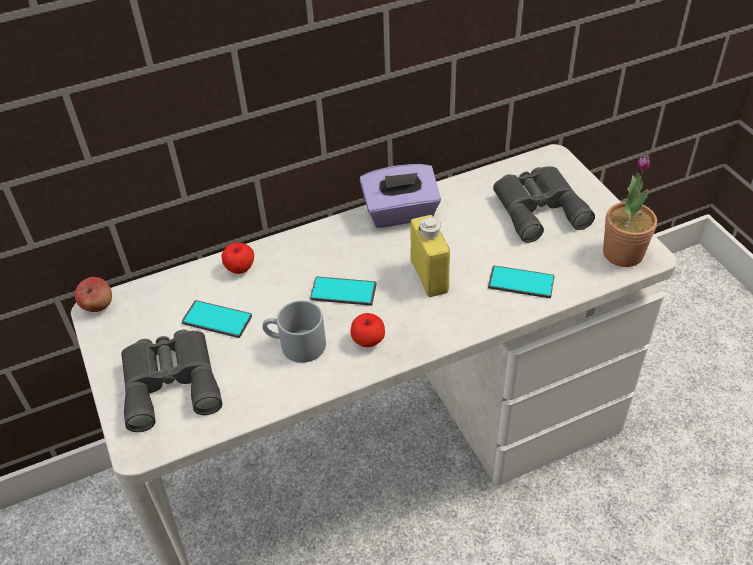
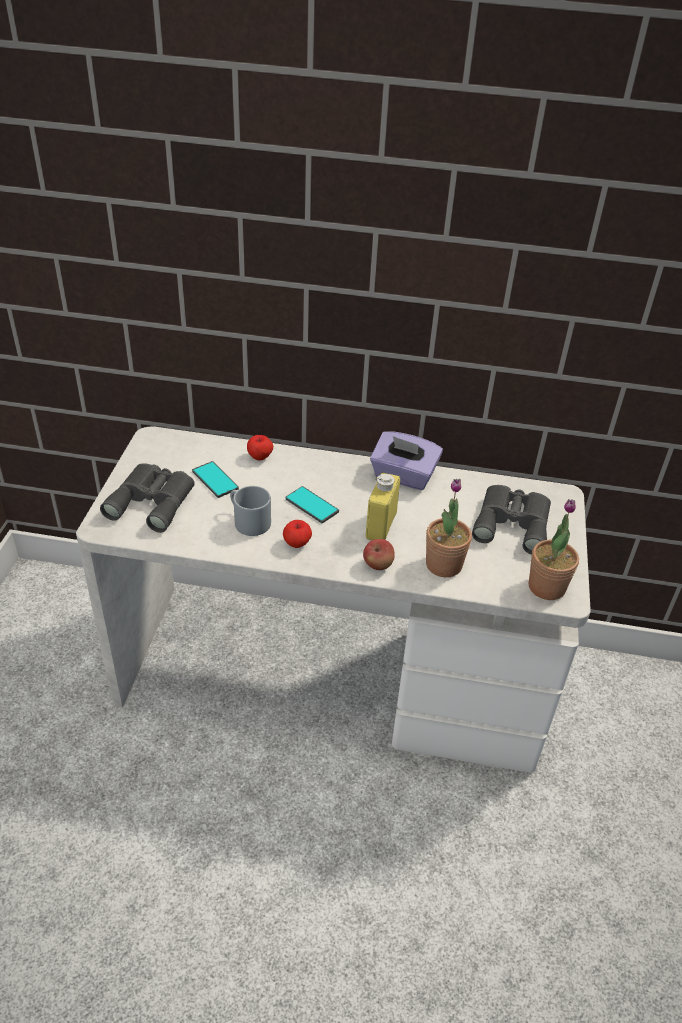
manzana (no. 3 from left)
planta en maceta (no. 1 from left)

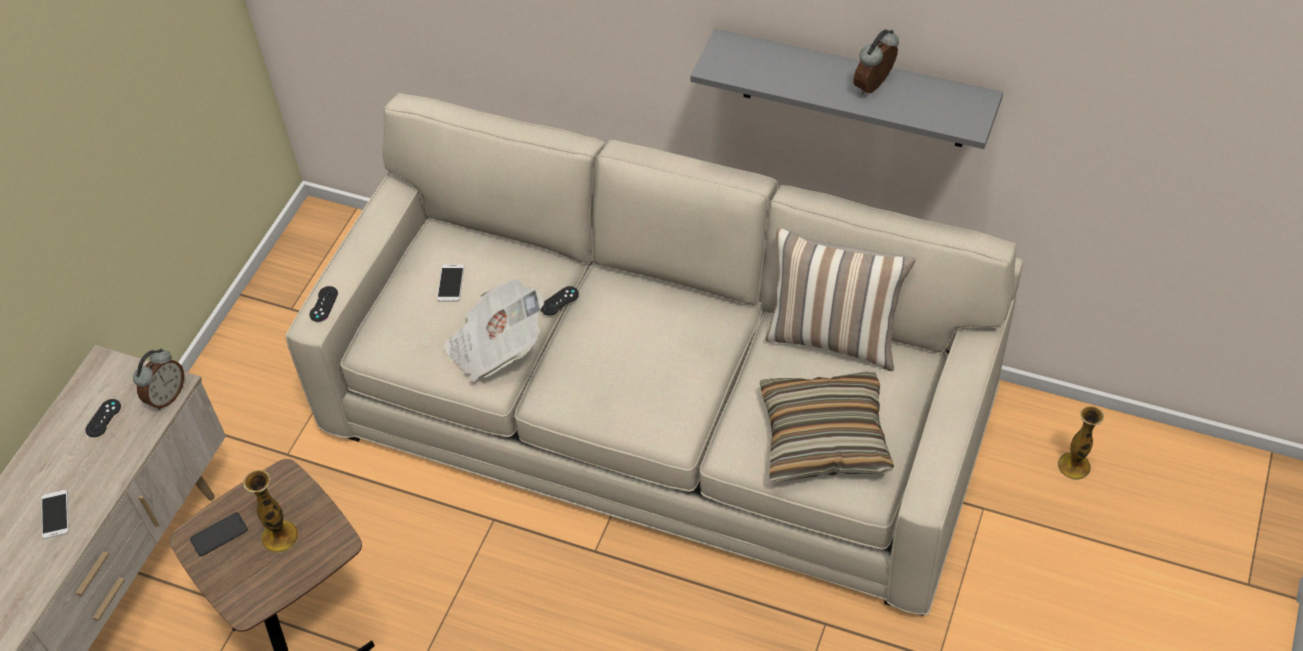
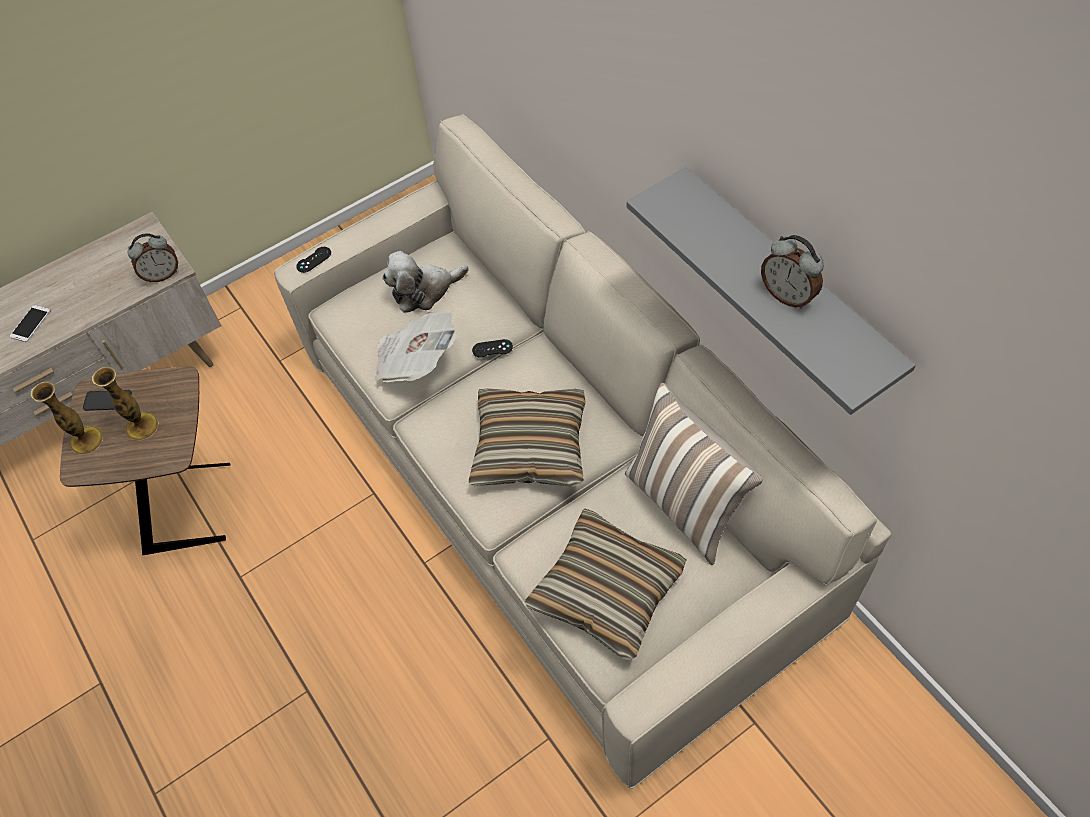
mando de consola [negro] (no. 1 from left in the first image)
cojín (no. 1 from left)
florero (no. 1 from left)
peluche
despertador (no. 2 from left)

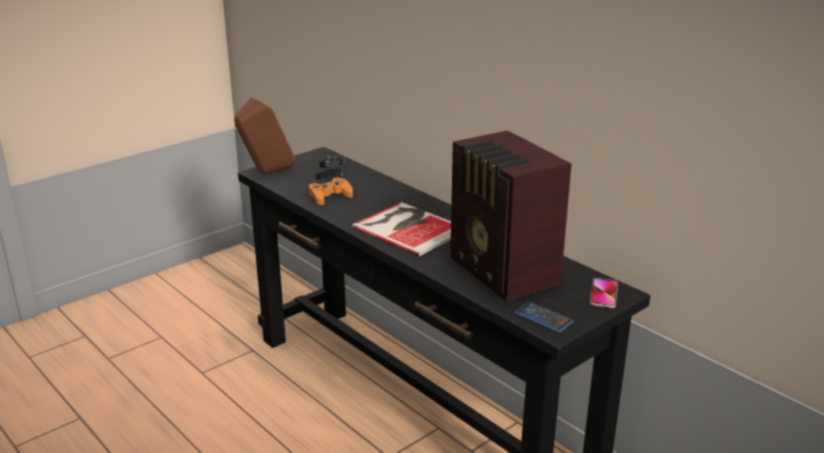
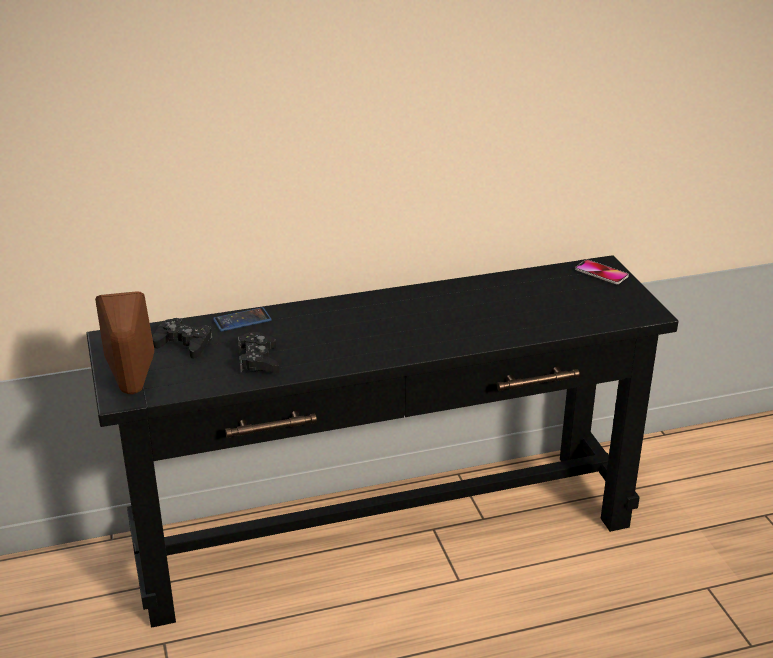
libro
radio
móvil (no. 1 from left)
mando de consola [negro] (no. 2 from left)

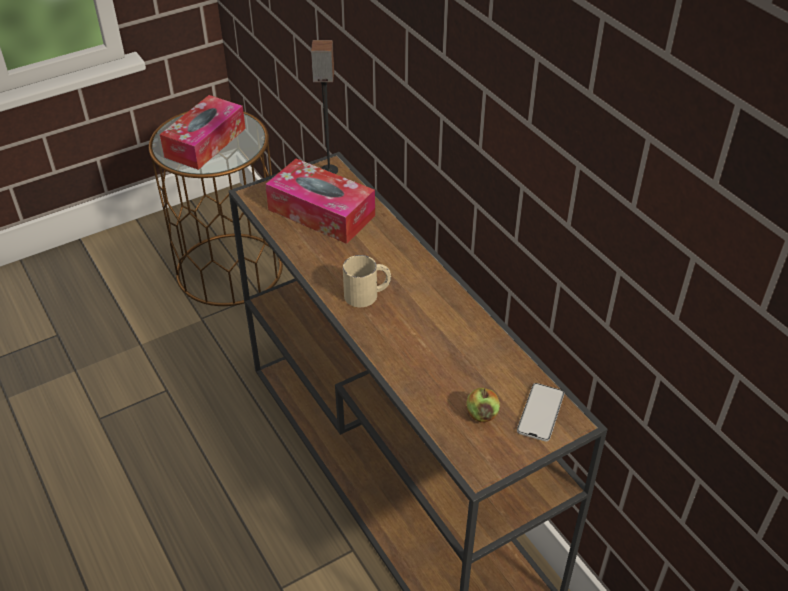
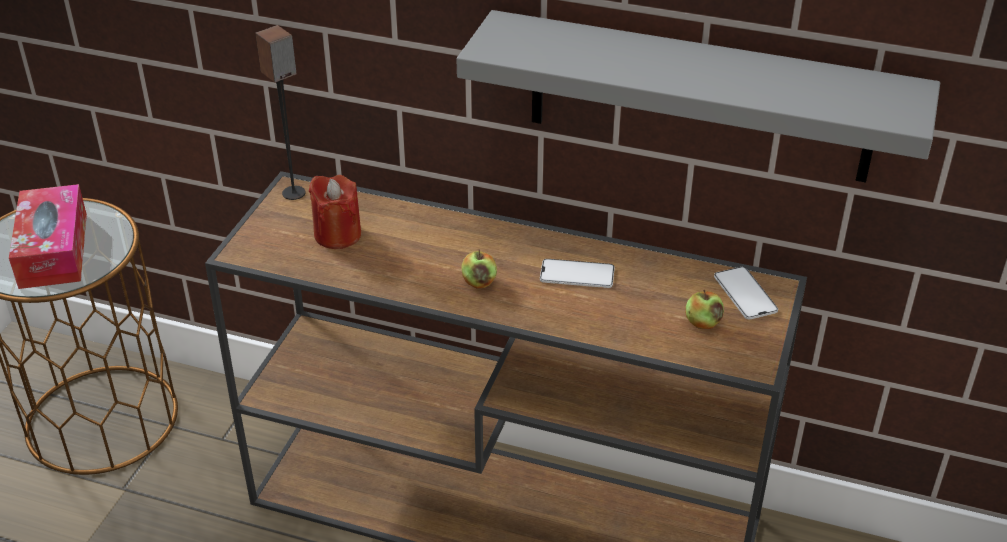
estante [gris]
móvil (no. 1 from left)
vela [rojo]
manzana (no. 1 from left)

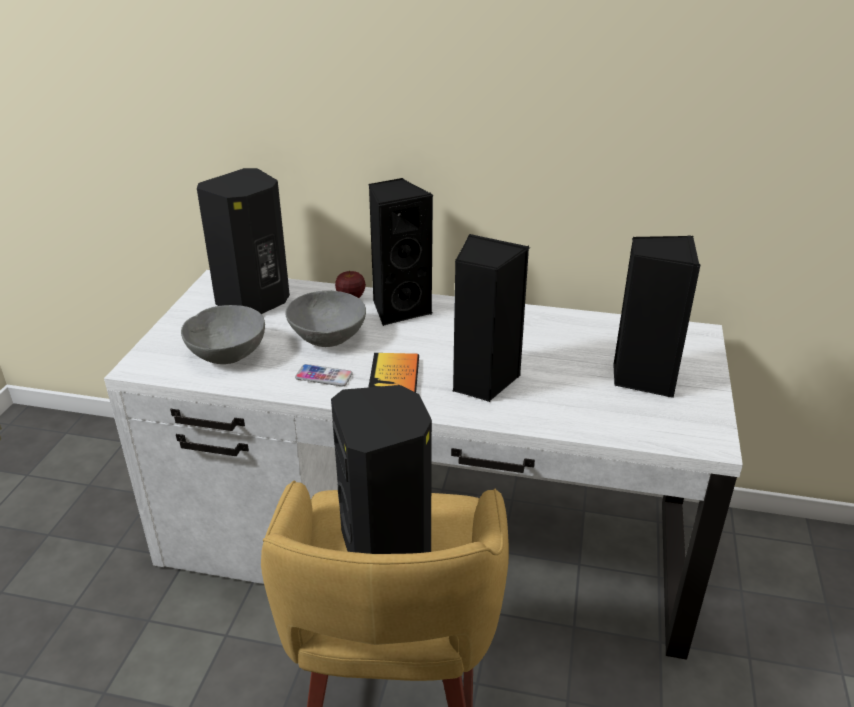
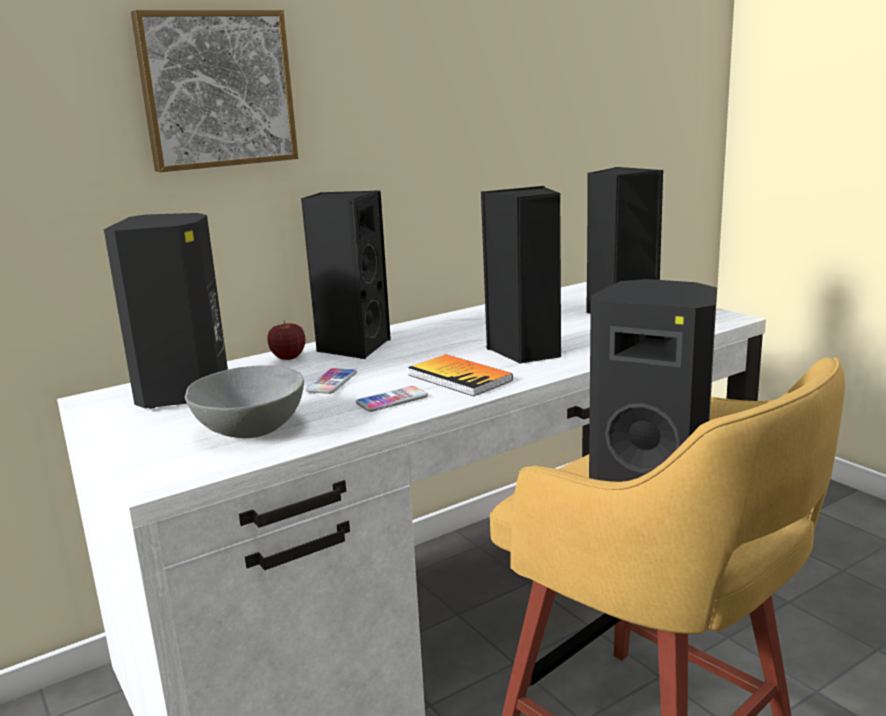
cuadro
móvil (no. 1 from left)

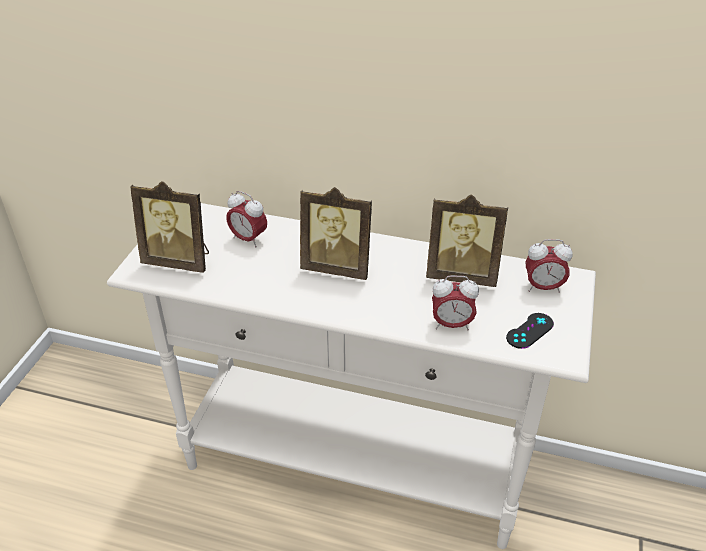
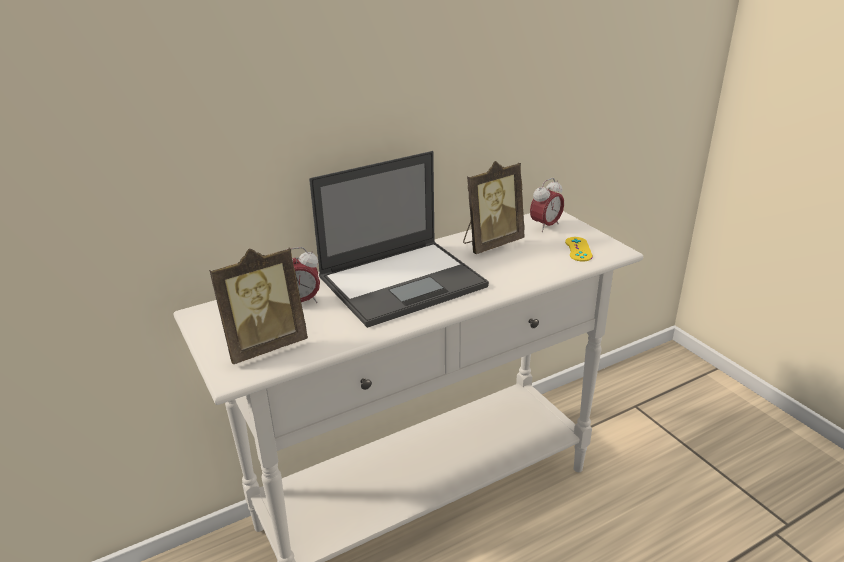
despertador (no. 2 from left in the first image)
portátil
mando de consola [amarillo]

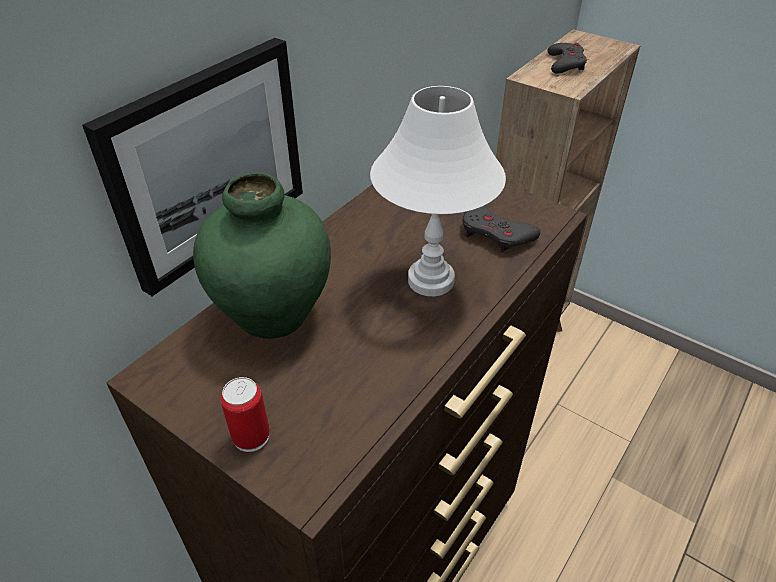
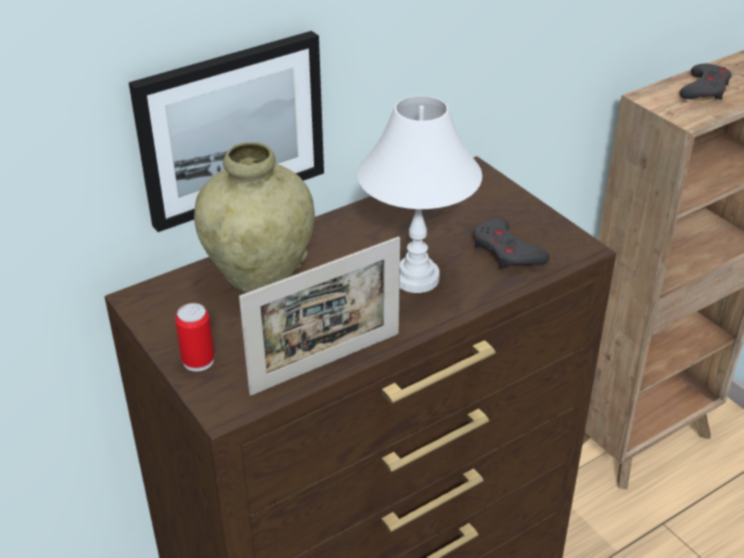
portarretratos
florero [beis]

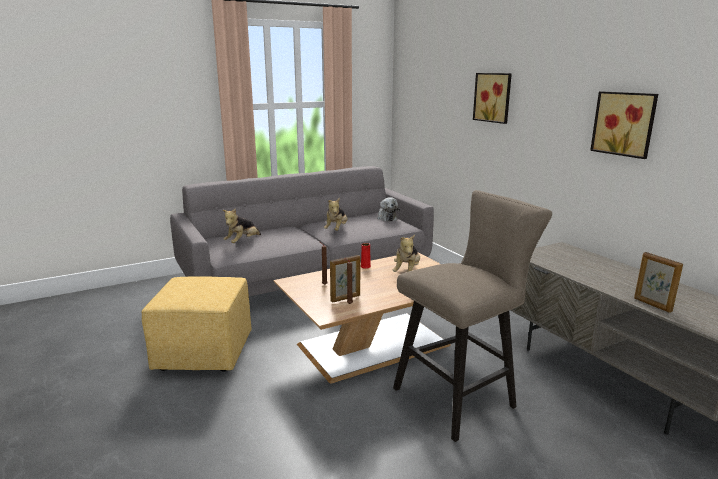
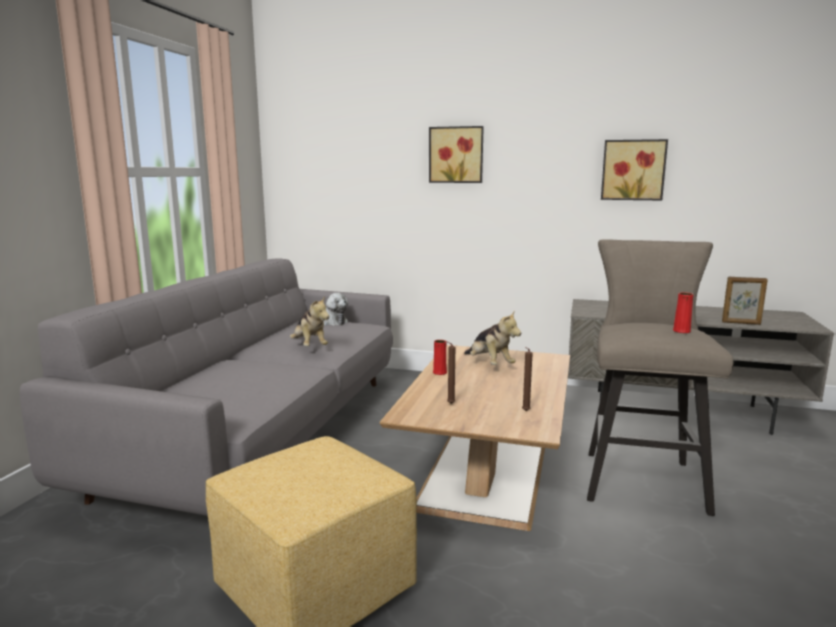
peluche (no. 1 from left in the first image)
portarretratos (no. 1 from left in the first image)
florero [rojo] (no. 2 from left)

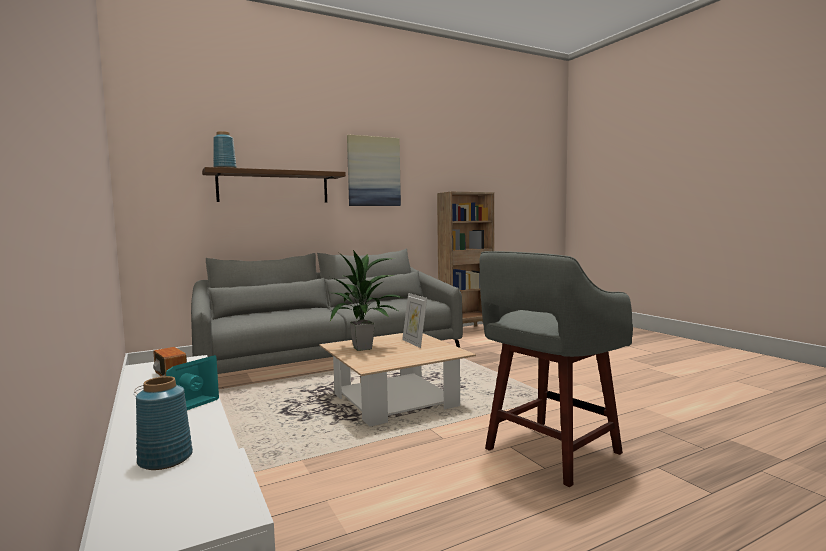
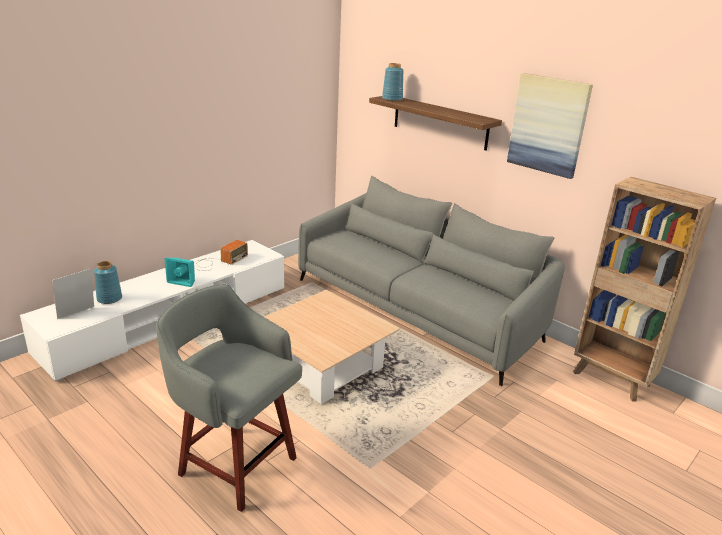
planta en maceta
portarretratos

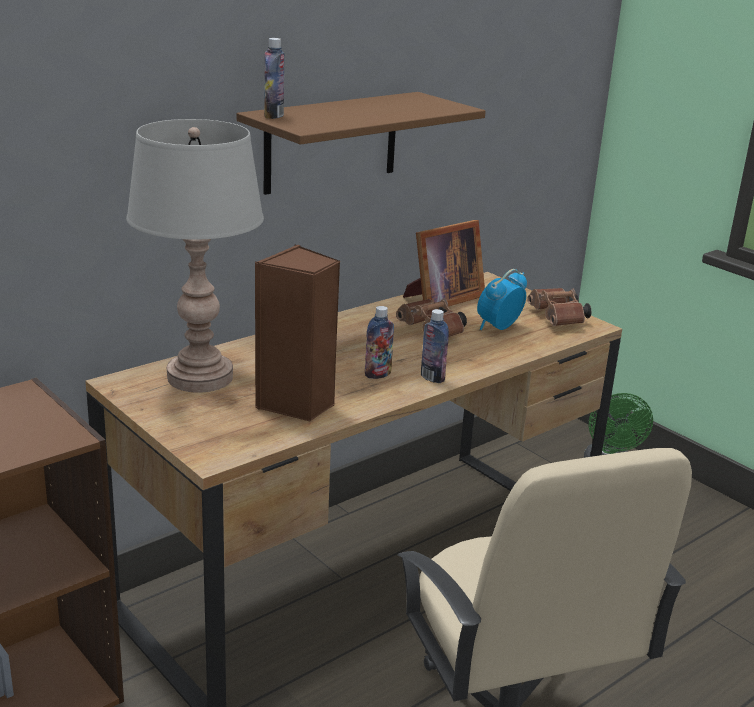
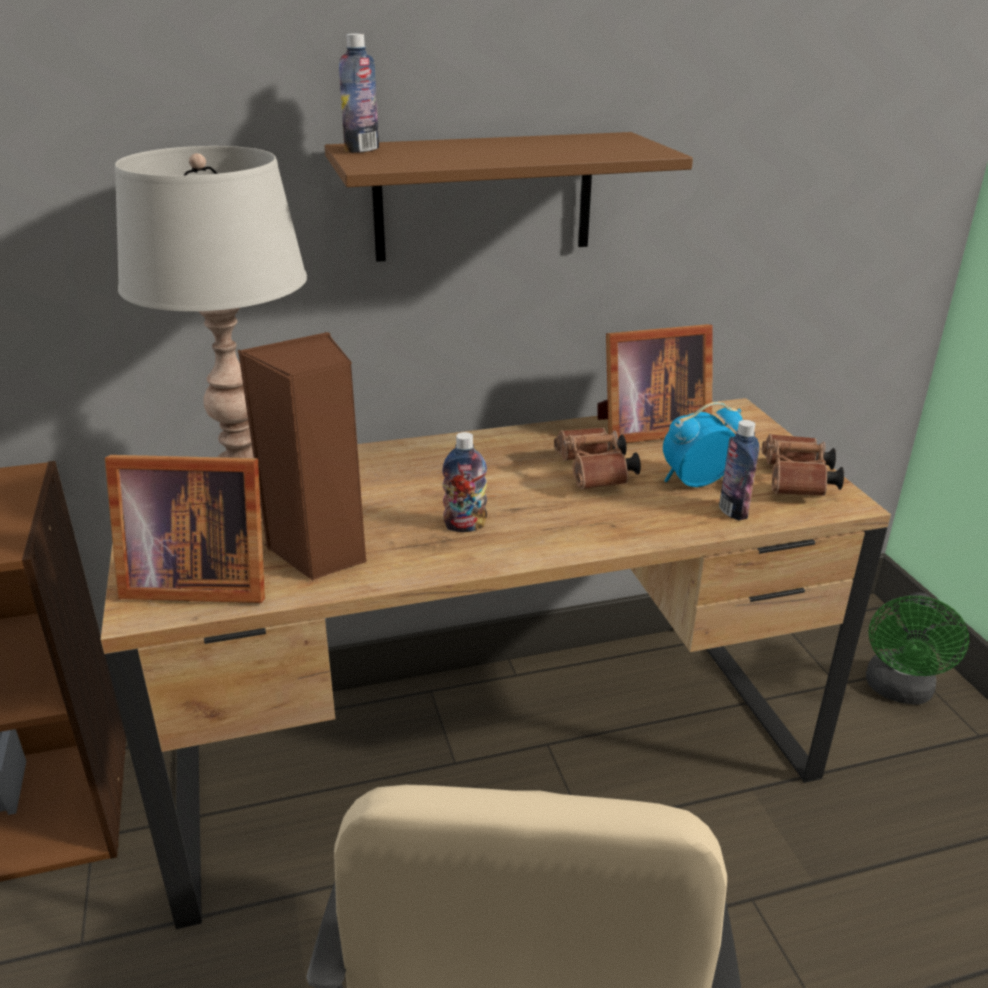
portarretratos (no. 1 from left)
botella (no. 3 from left)

